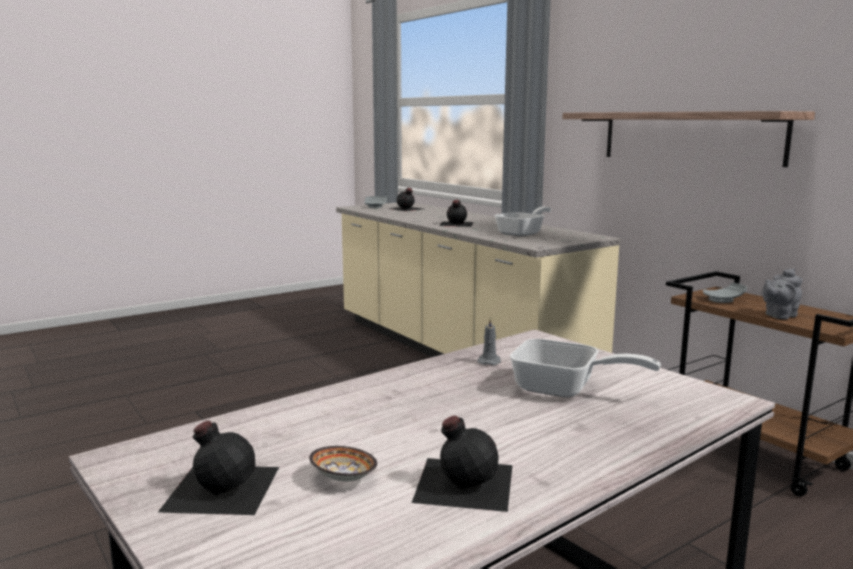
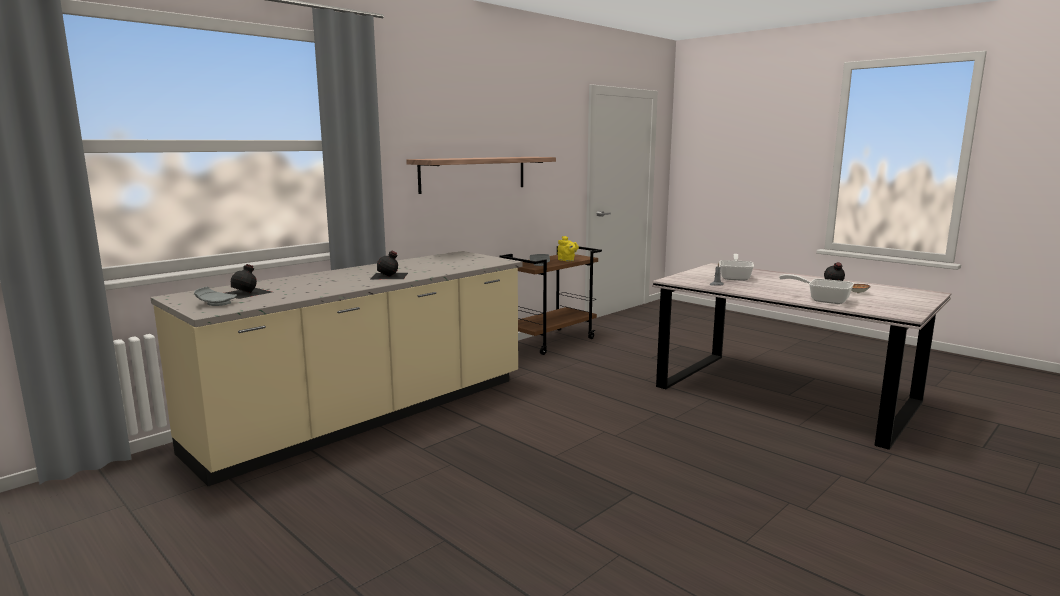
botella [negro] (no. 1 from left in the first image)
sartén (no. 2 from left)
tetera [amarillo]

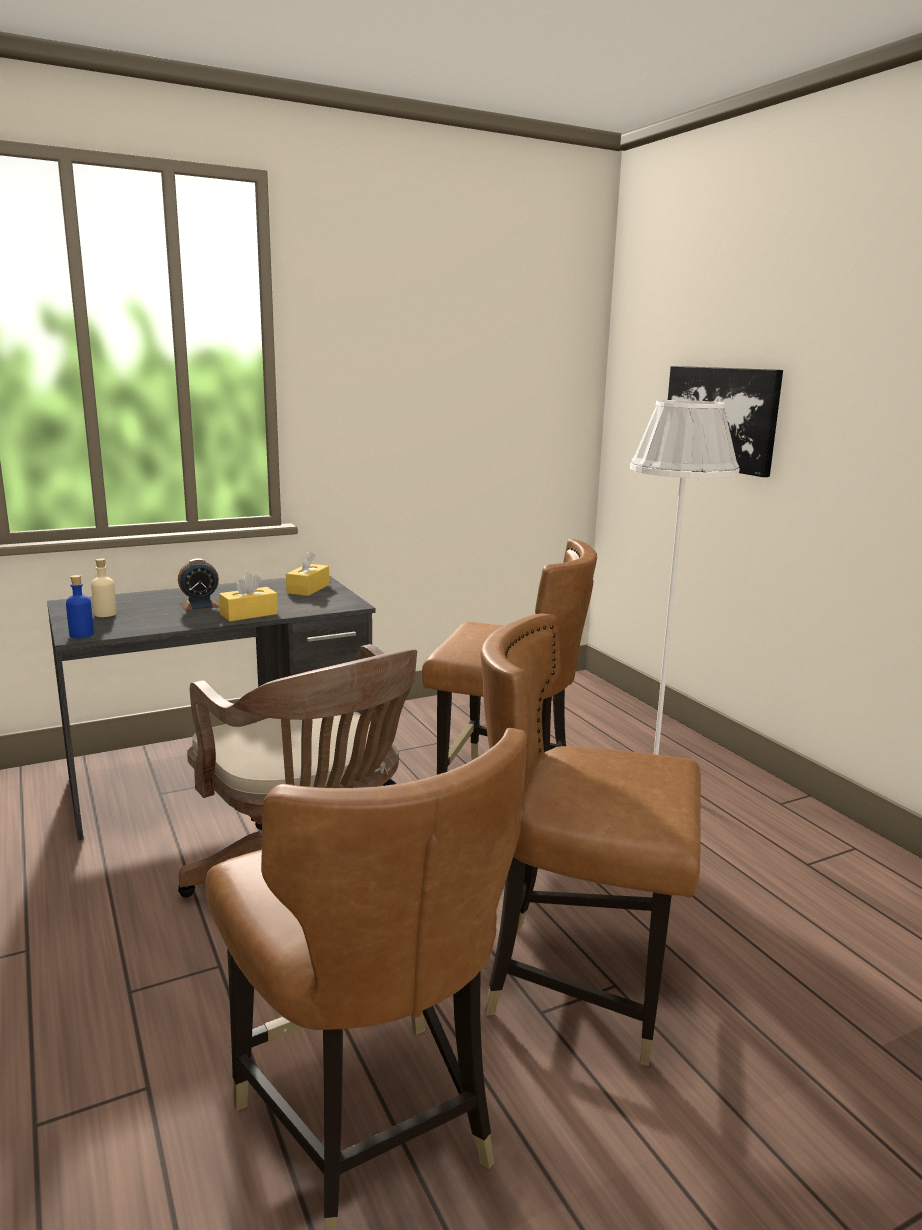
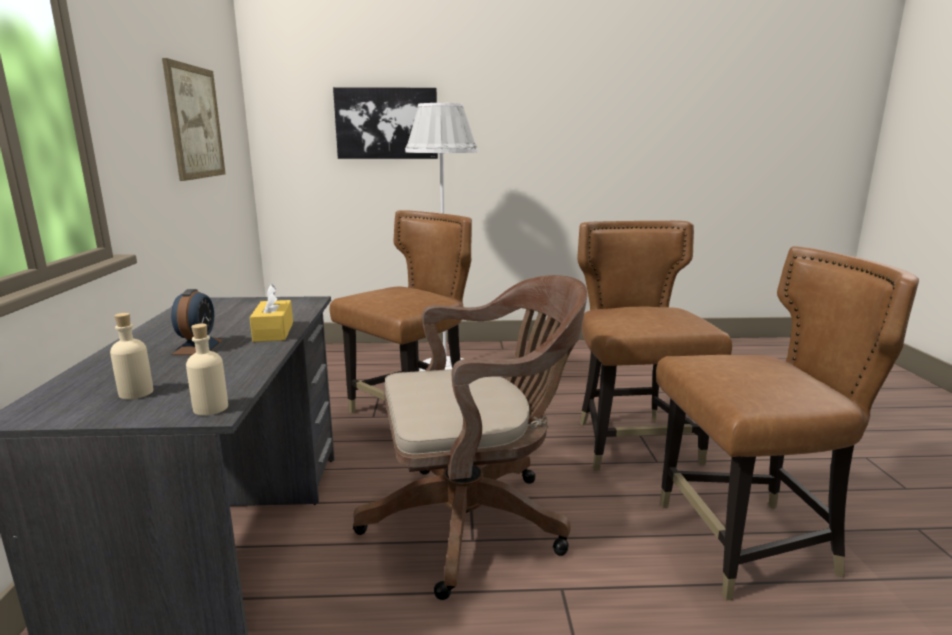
caja de pañuelos [amarillo] (no. 2 from left in the first image)
cuadro (no. 1 from left)
botella [beis] (no. 2 from left)
silla [marrón] (no. 2 from left)

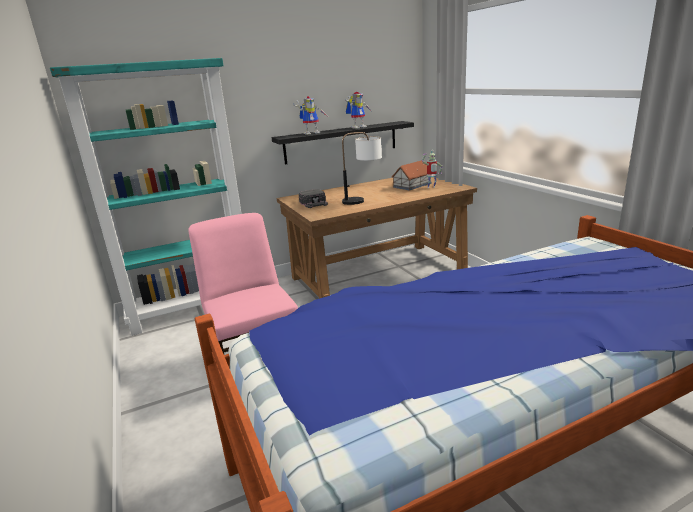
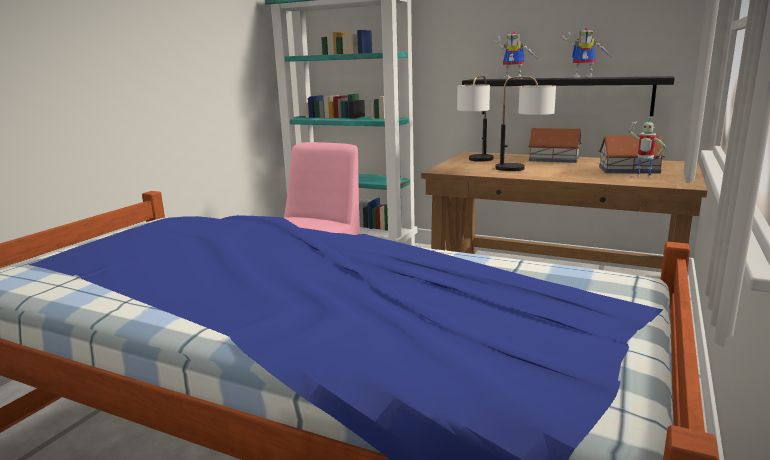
casita (no. 1 from left)
lámpara de mesa (no. 1 from left)

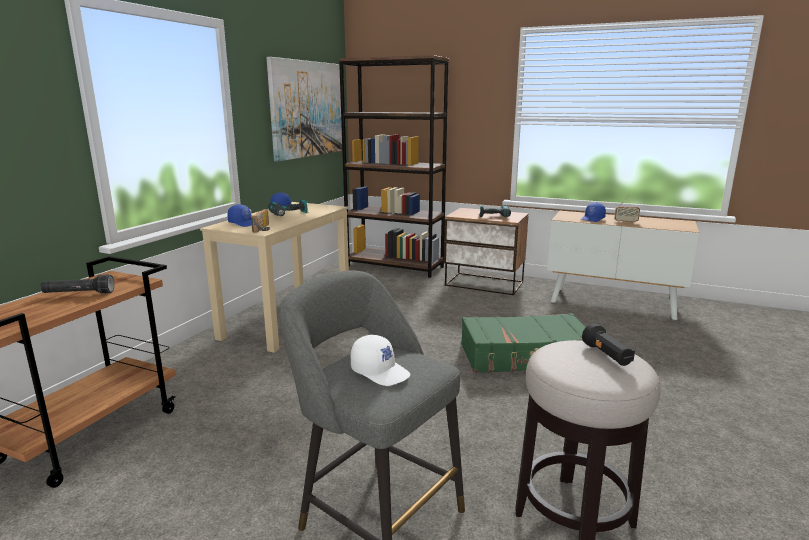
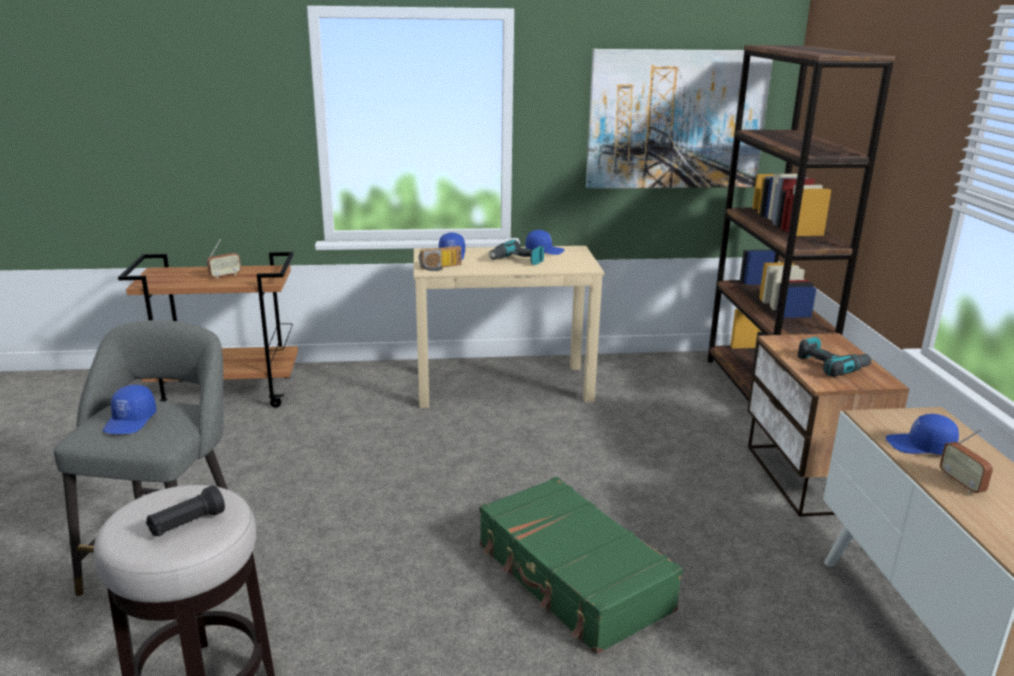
radio (no. 1 from left)
gorra [azul] (no. 1 from left)

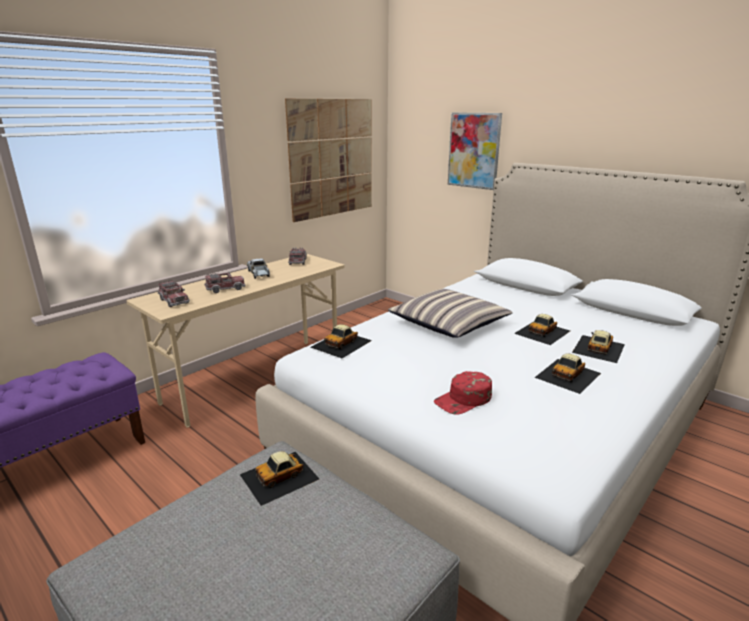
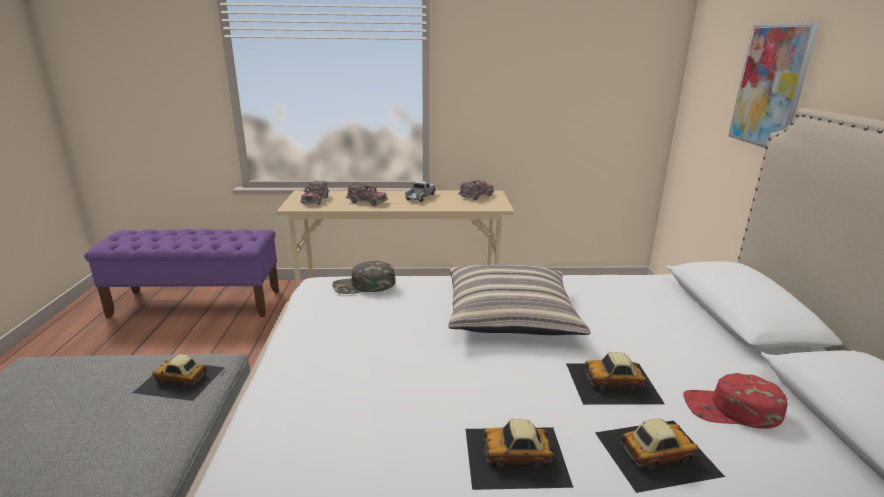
cuadro (no. 1 from left in the first image)
gorra [rojo]
gorra [verde]

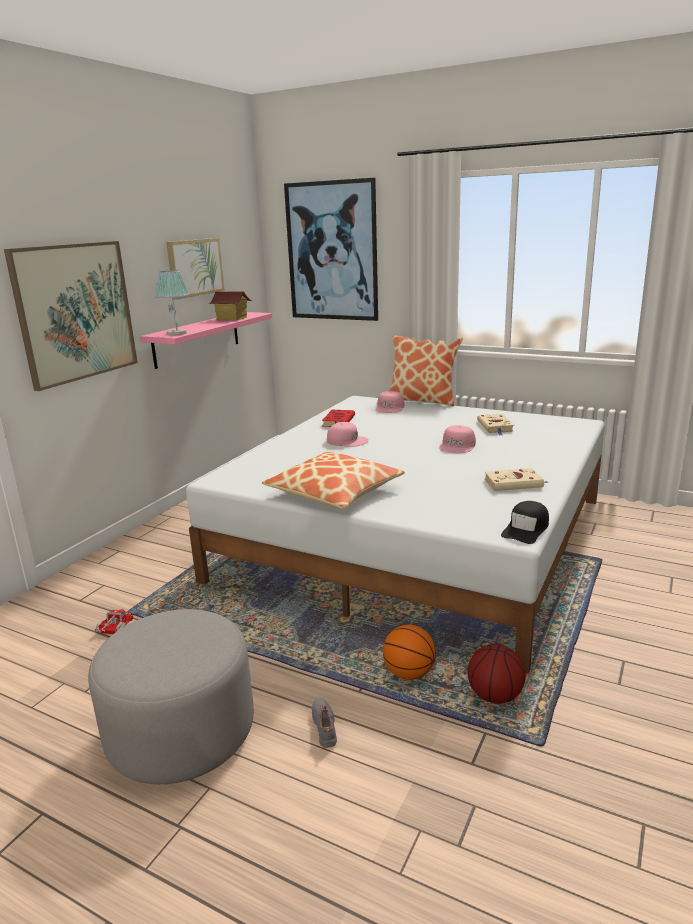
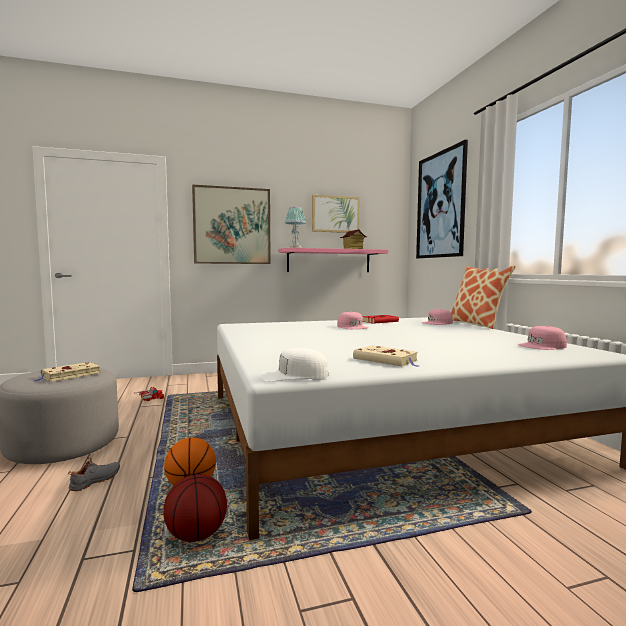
cojín (no. 1 from left in the first image)
gorra [rosa] (no. 3 from left)
libro [beis] (no. 1 from left)
gorra [blanco]

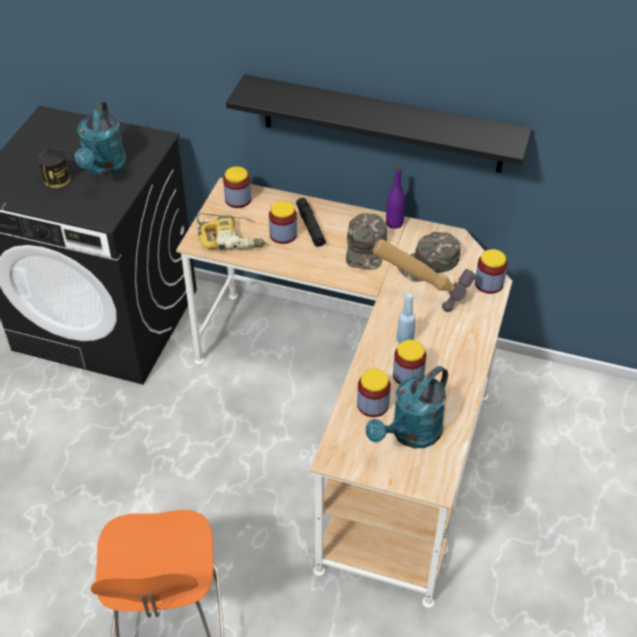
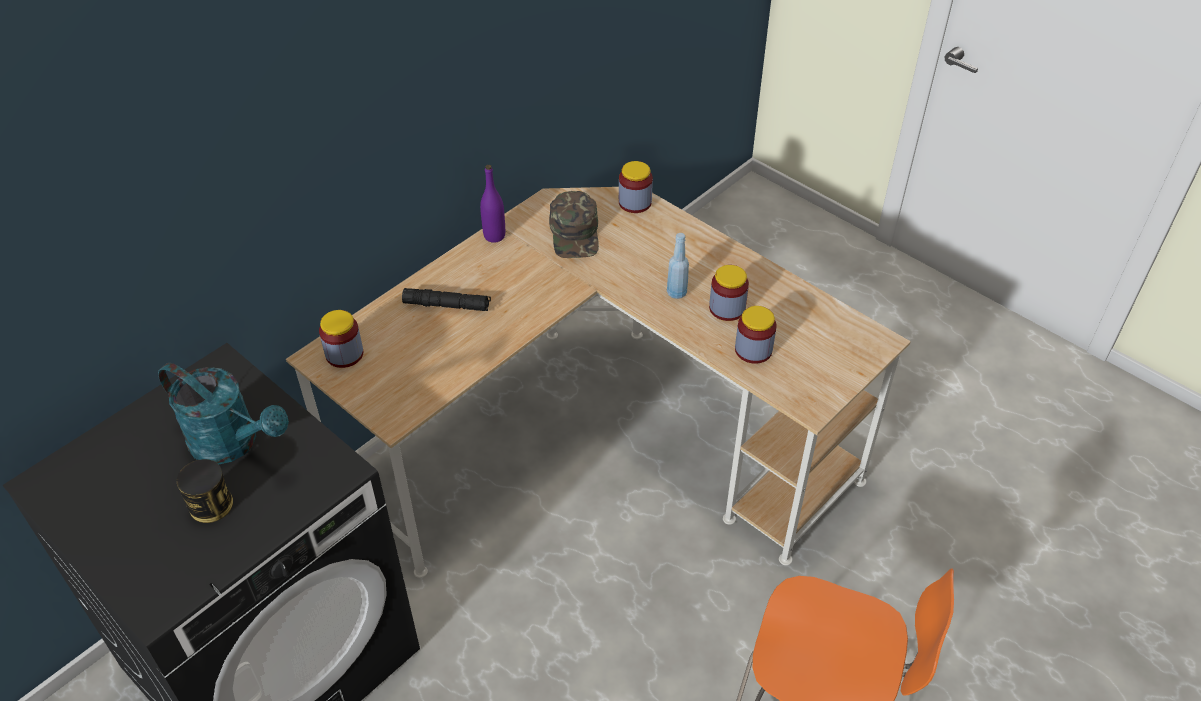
taladro
estante [negro]
tarro (no. 2 from left in the first image)
gorra [verde] (no. 1 from left in the first image)
regadera [turquesa] (no. 2 from left in the first image)
martillo

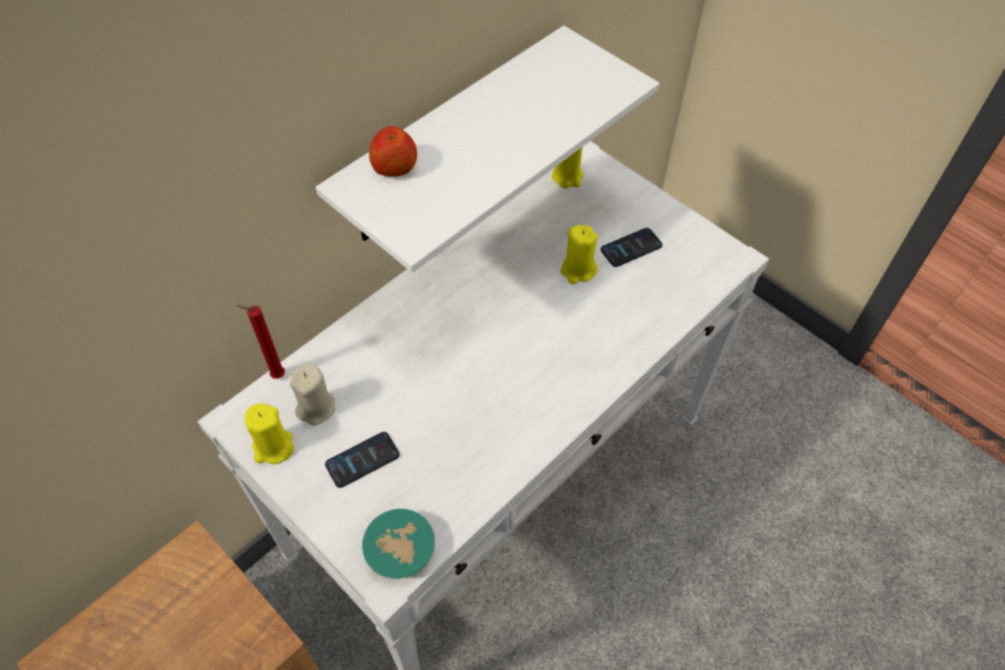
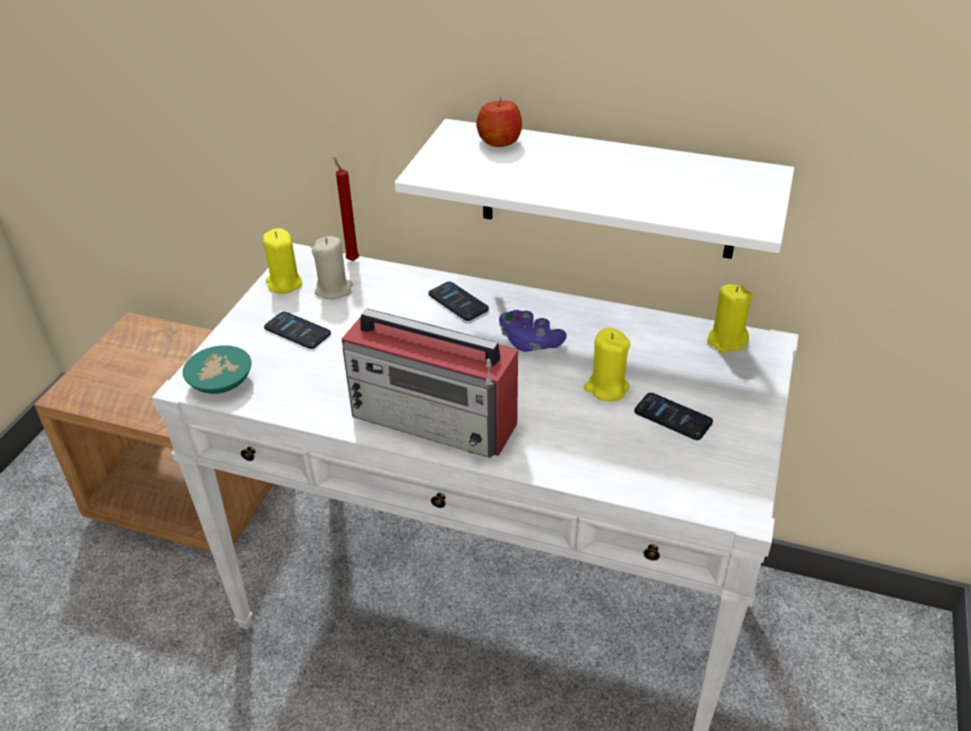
radio
móvil (no. 2 from left)
mando de consola [morado]

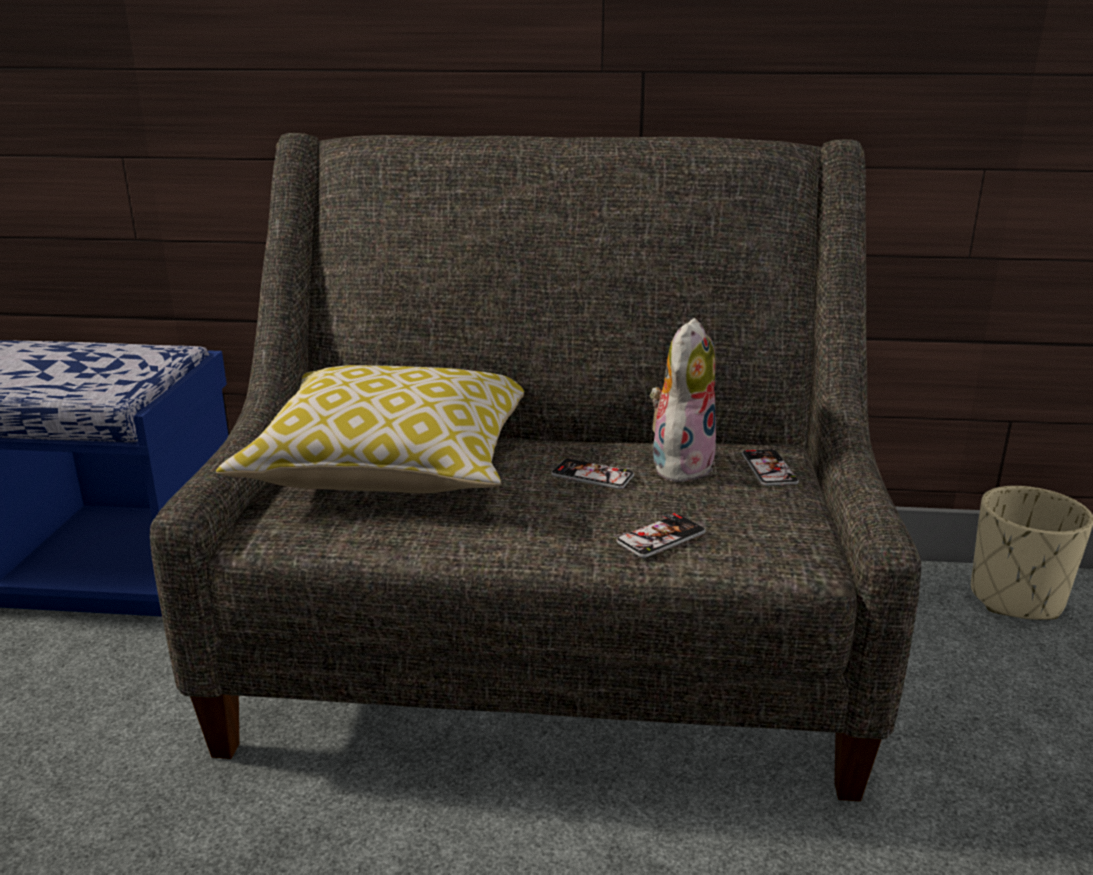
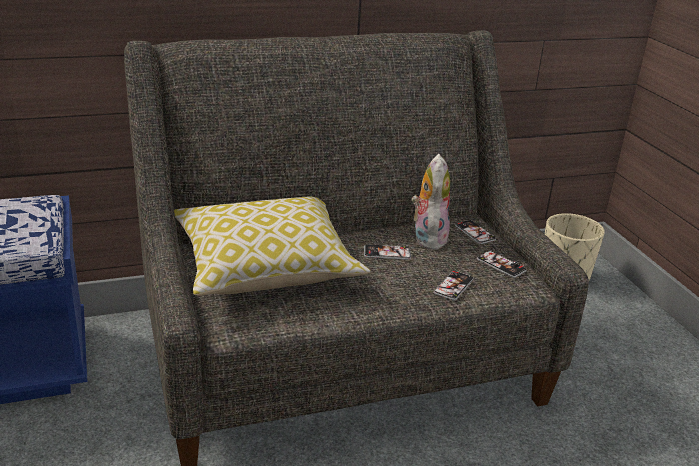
móvil (no. 4 from left)

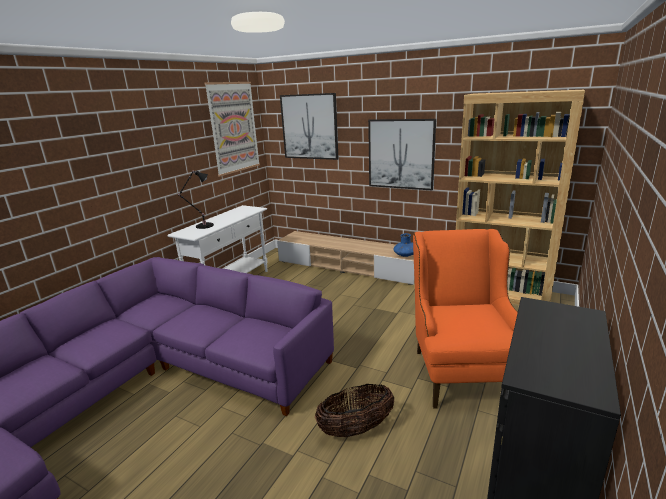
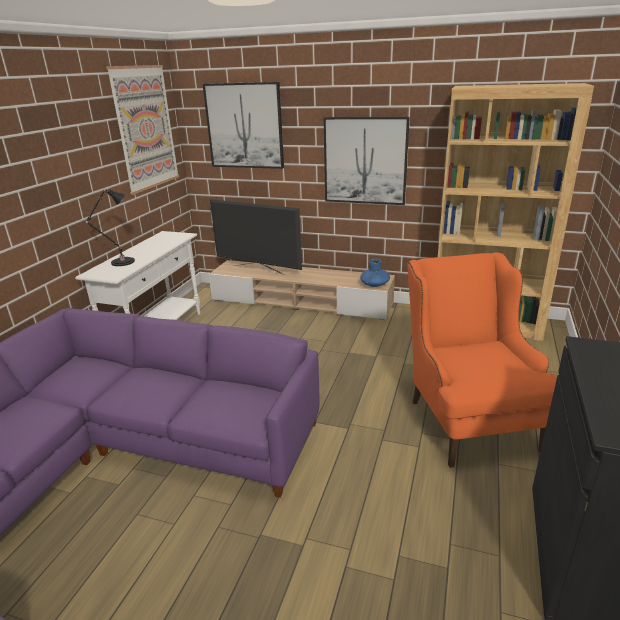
cesta
televisor

